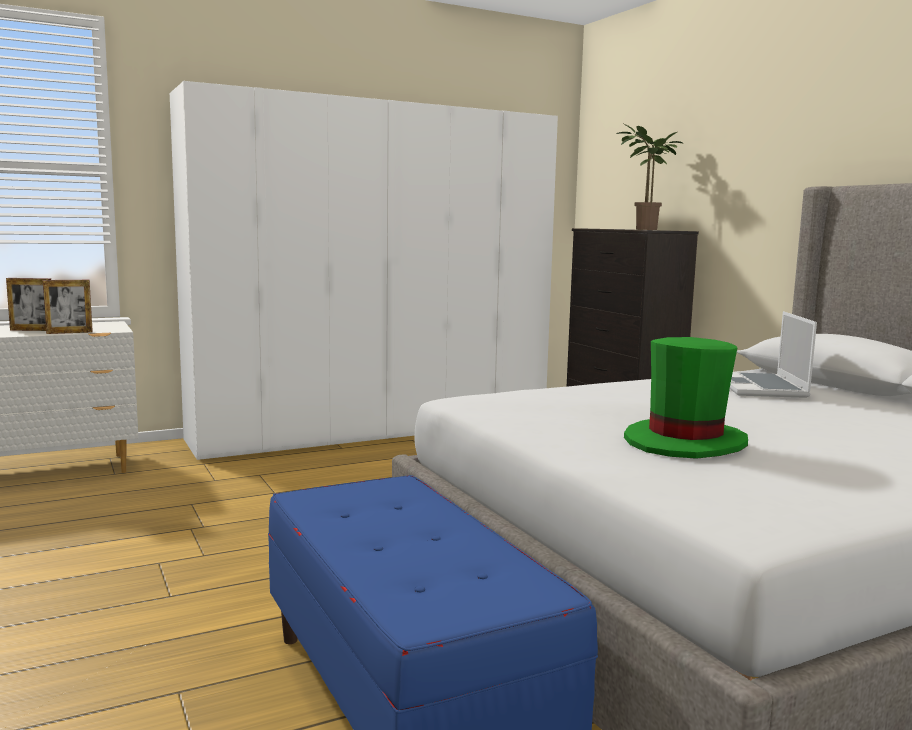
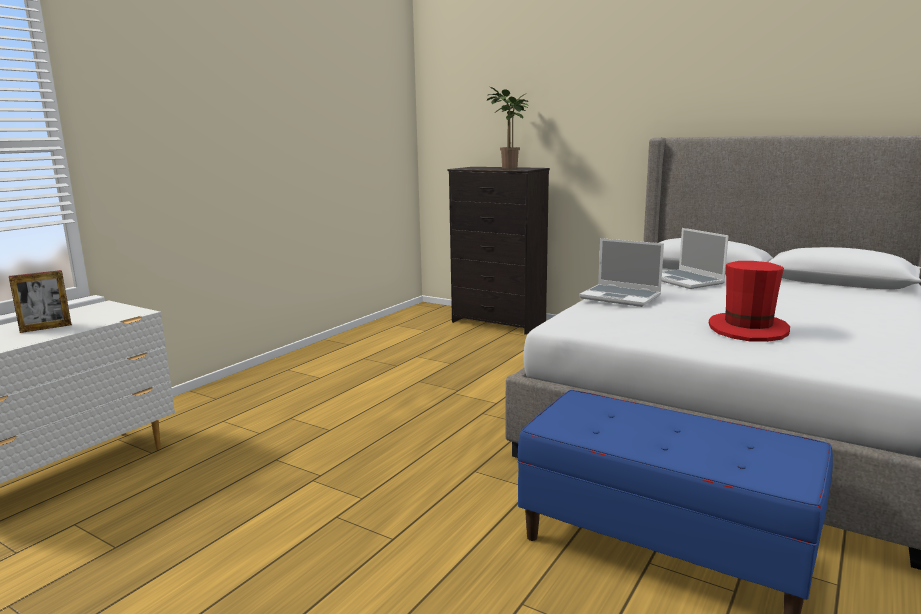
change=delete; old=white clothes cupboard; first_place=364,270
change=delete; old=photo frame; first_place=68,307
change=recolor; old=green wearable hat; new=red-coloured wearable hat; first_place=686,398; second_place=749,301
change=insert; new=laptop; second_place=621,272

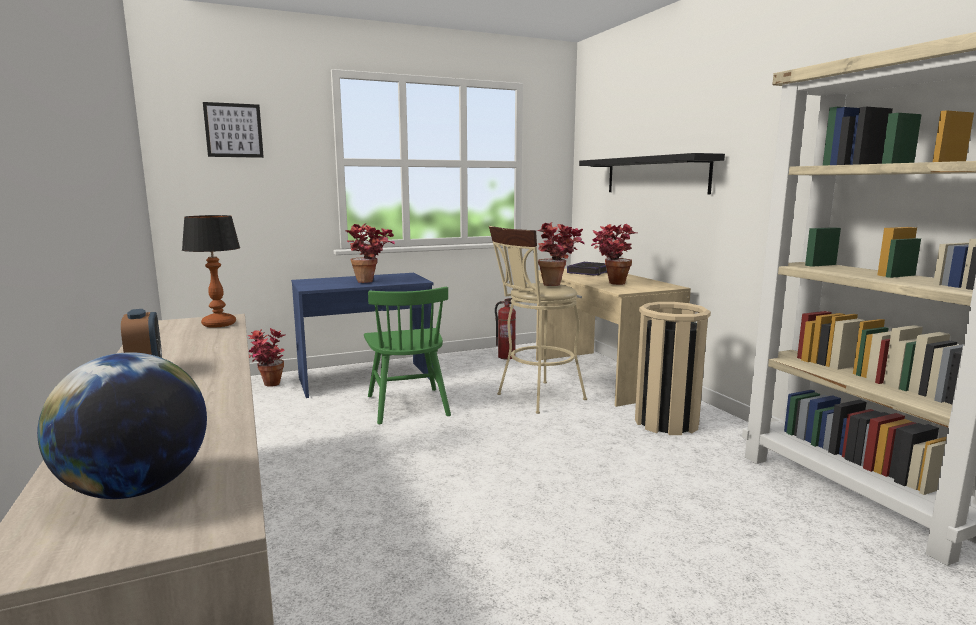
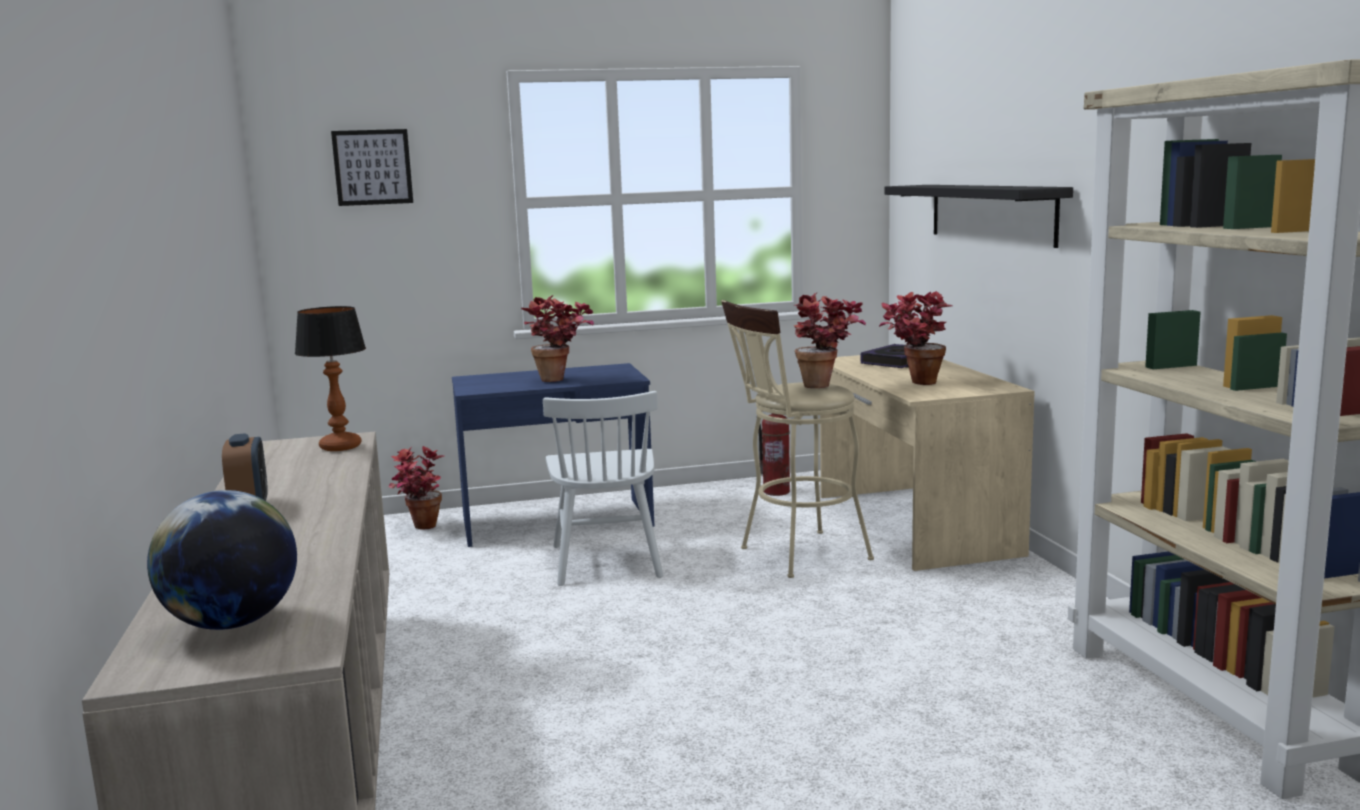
change=recolor; old=green chair; new=white chair; first_place=407,355; second_place=603,488
change=delete; old=sand-coloured waste bin; first_place=673,368

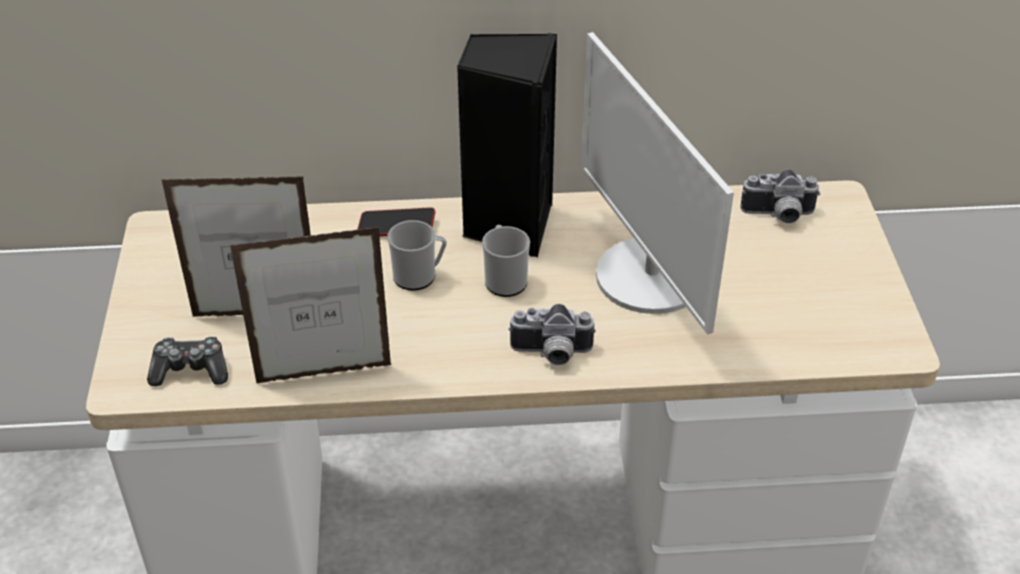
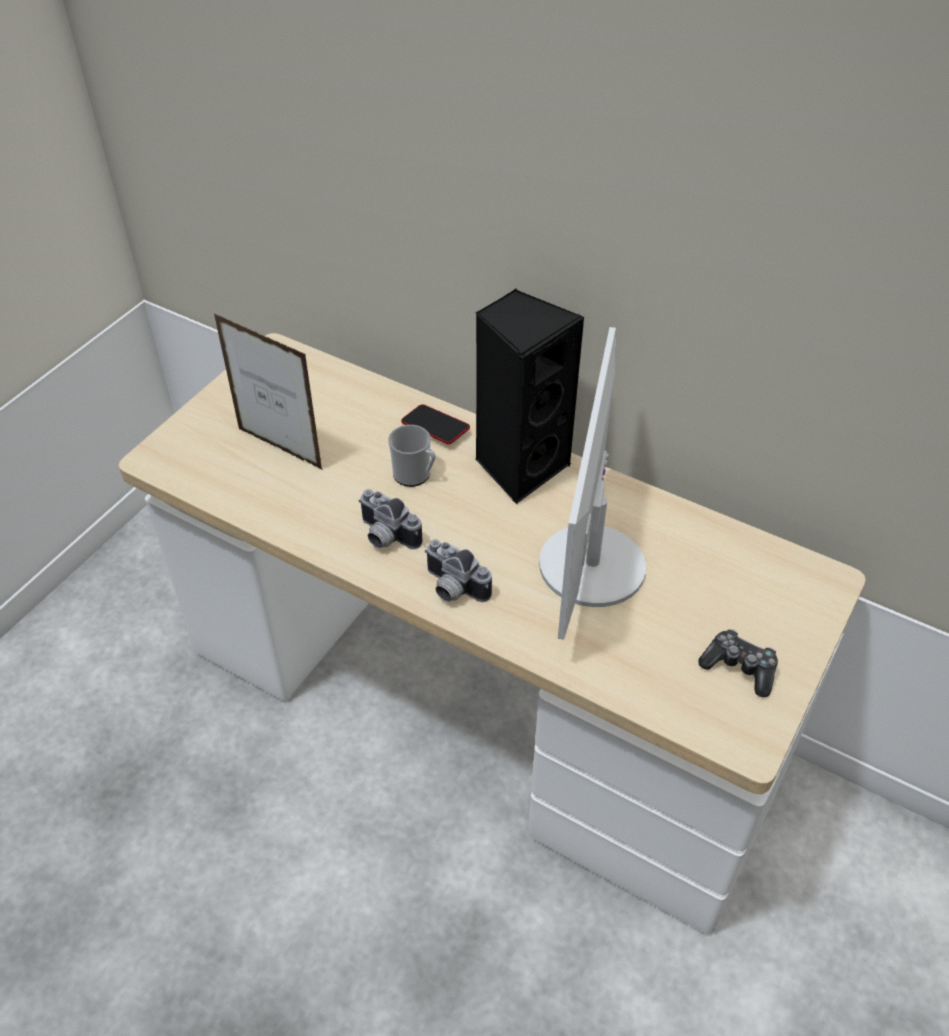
change=move; old=photo camera; first_place=780,196; second_place=391,519
change=delete; old=coffee mug; first_place=506,261
change=delete; old=photo frame; first_place=311,305
change=move; old=joypad; first_place=187,361; second_place=738,663

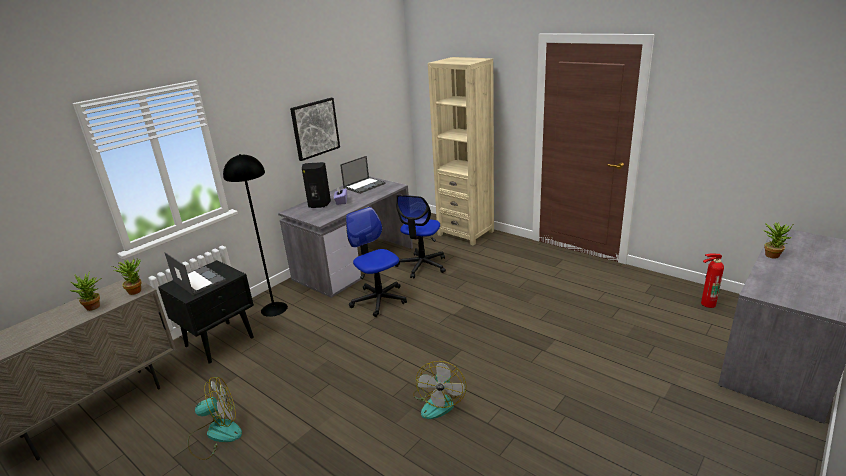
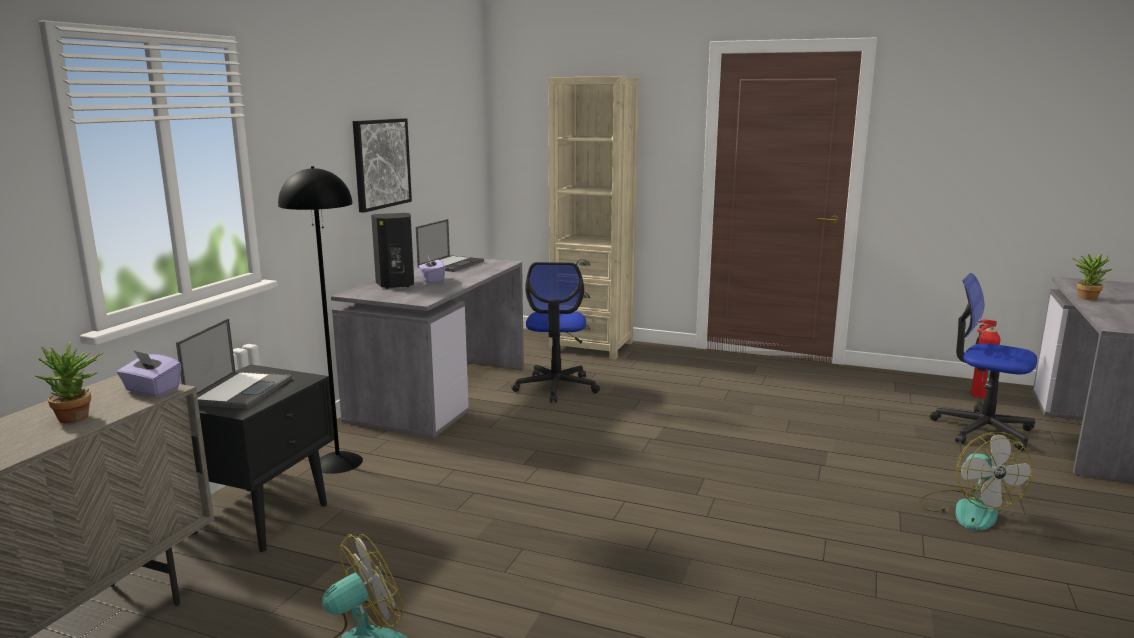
change=move; old=computer chair; first_place=376,262; second_place=983,362
change=rotate; old=laptop; first_place=195,273; second_place=234,363; degrees=75
change=replace; old=plant in a pot; new=purple-coloured tissue holder; first_place=125,276; second_place=149,374
change=move; old=fan; first_place=439,390; second_place=975,481

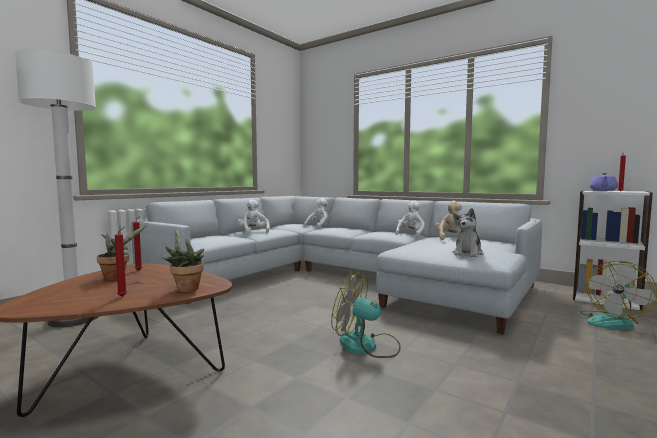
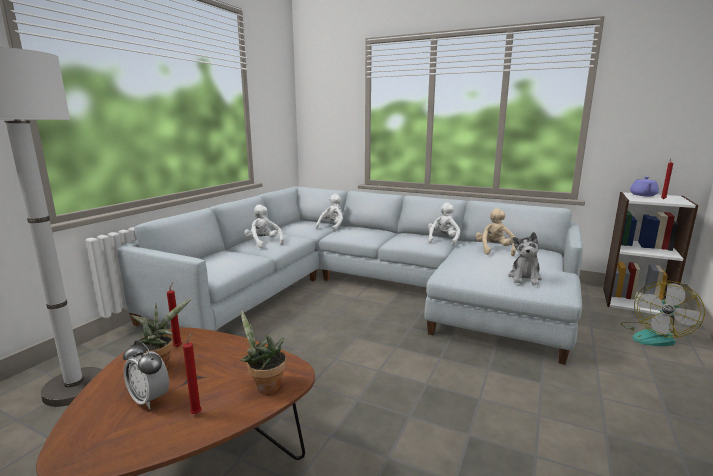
change=delete; old=fan; first_place=366,315
change=insert; new=alarm clock; second_place=146,374

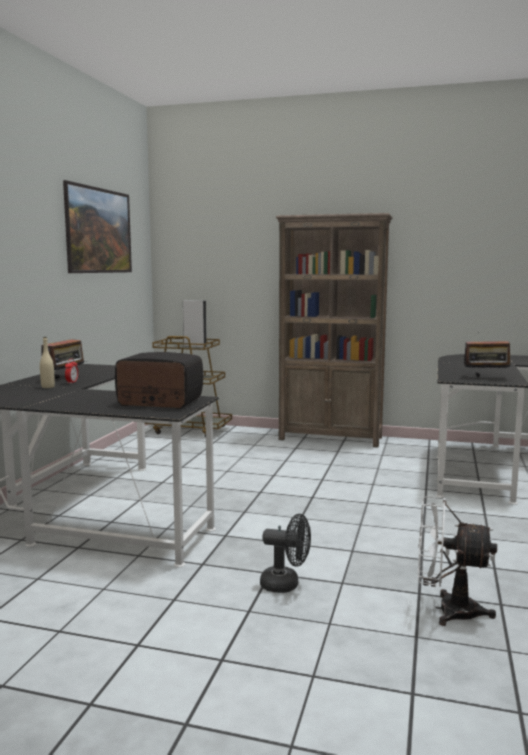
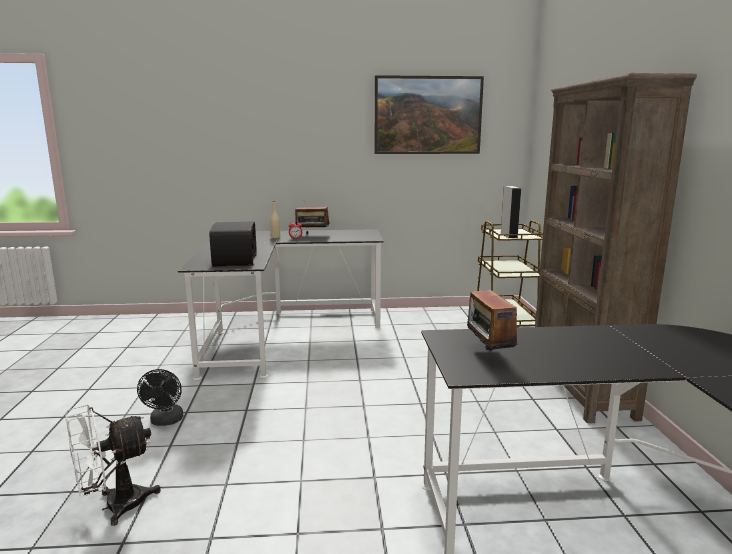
change=rotate; old=white fan; first_place=457,561; second_place=113,465; degrees=-120

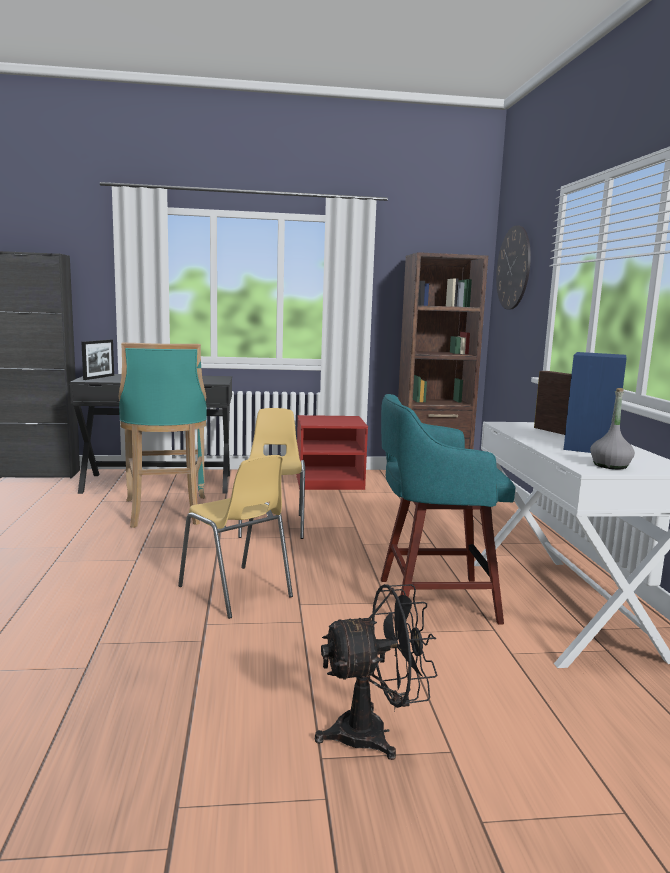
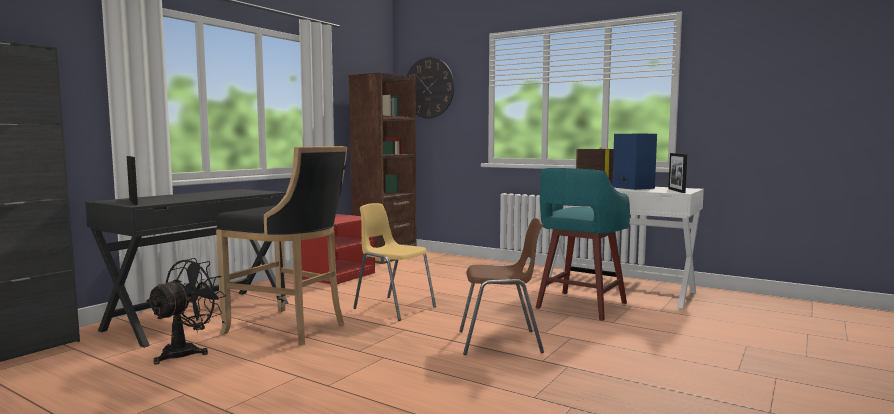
change=recolor; old=turquoise-coloured stool; new=black-coloured stool; first_place=163,435; second_place=281,245
change=replace; old=gray drink bottle; new=photo frame; first_place=612,428; second_place=677,173
change=recolor; old=yellow-coloured chair; new=brownish chair; first_place=235,537; second_place=501,286
change=move; old=black-coloured fan; first_place=376,672; second_place=186,311

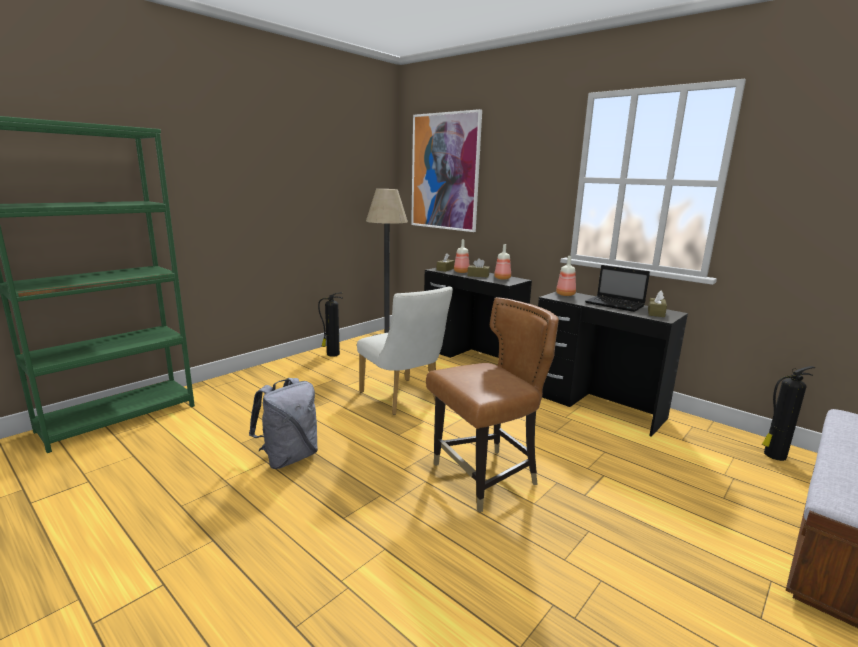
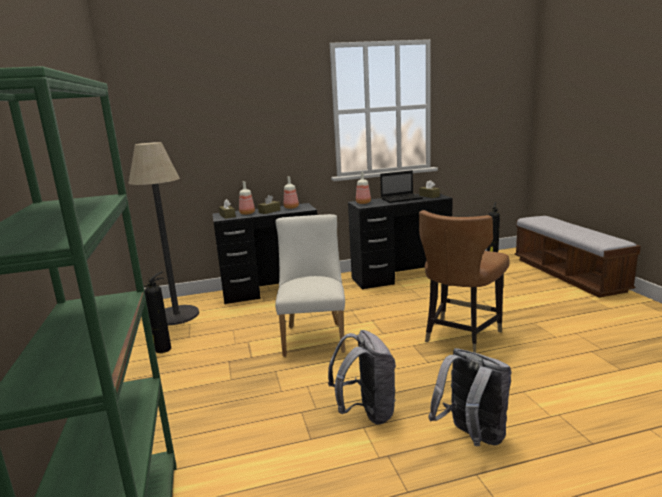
change=delete; old=wall picture; first_place=446,170
change=rotate; old=white chair; first_place=405,350; second_place=310,285; degrees=-90
change=rotate; old=brownish chair; first_place=492,404; second_place=464,281; degrees=-150
change=insert; new=gray backpack; second_place=470,397

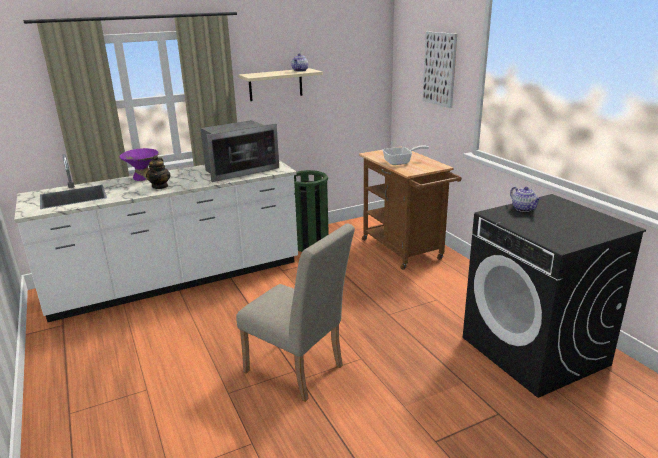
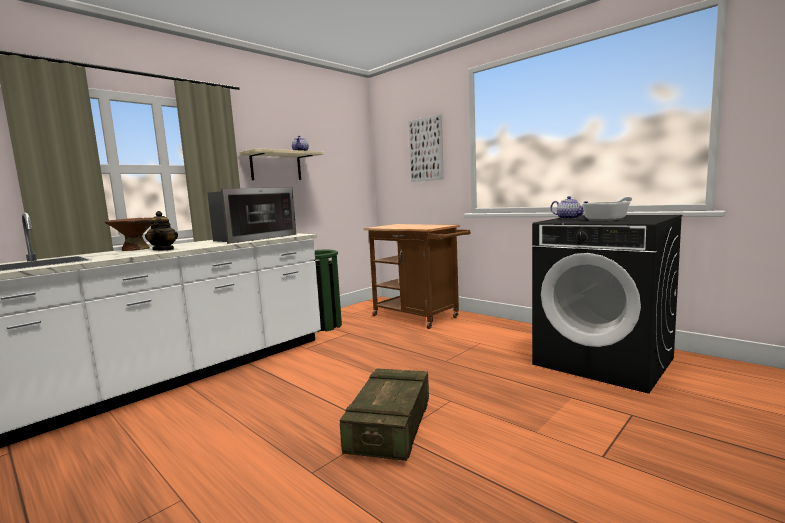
change=move; old=skillet; first_place=406,155; second_place=607,209
change=recolor; old=purple-coloured bowl; new=brownish bowl; first_place=139,164; second_place=128,234
change=replace; old=sand-coloured chair; new=packing crate; first_place=295,312; second_place=384,414

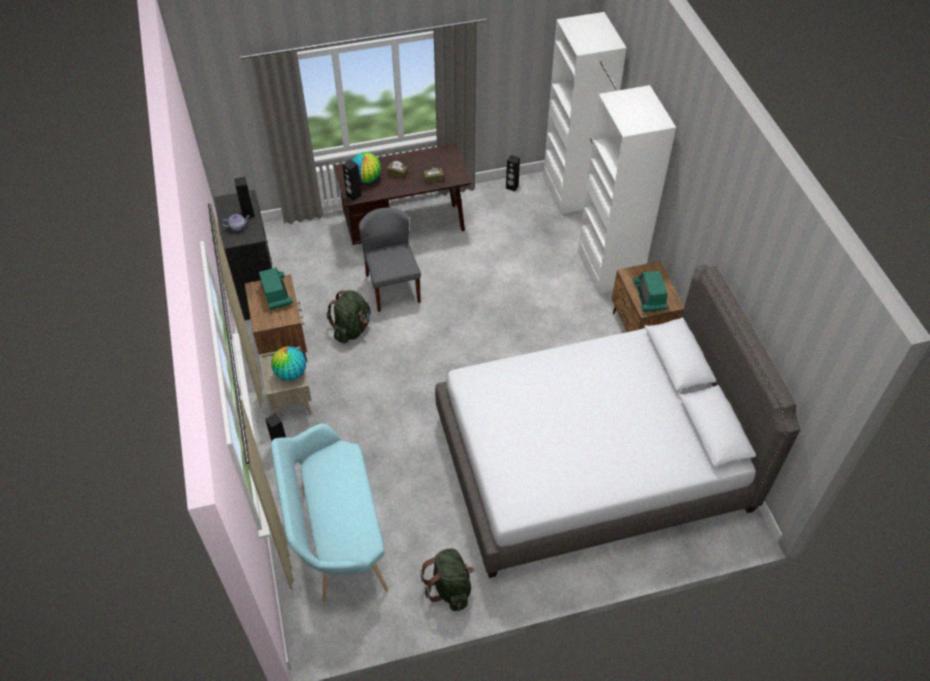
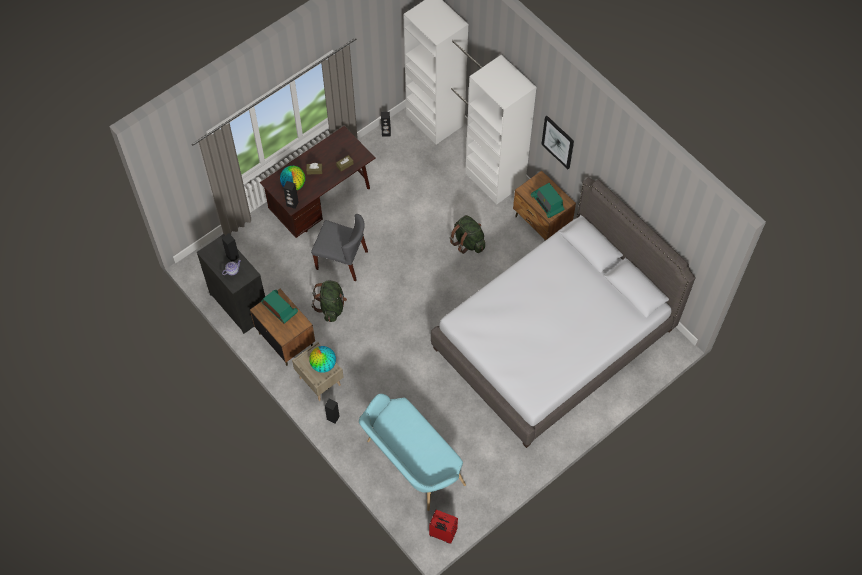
change=rotate; old=gray chair; first_place=390,259; second_place=339,247; degrees=150
change=move; old=green backpack; first_place=447,579; second_place=467,234
change=insert; new=wall picture; second_place=557,142
change=insert; new=red-coloured suitcase; second_place=443,527

